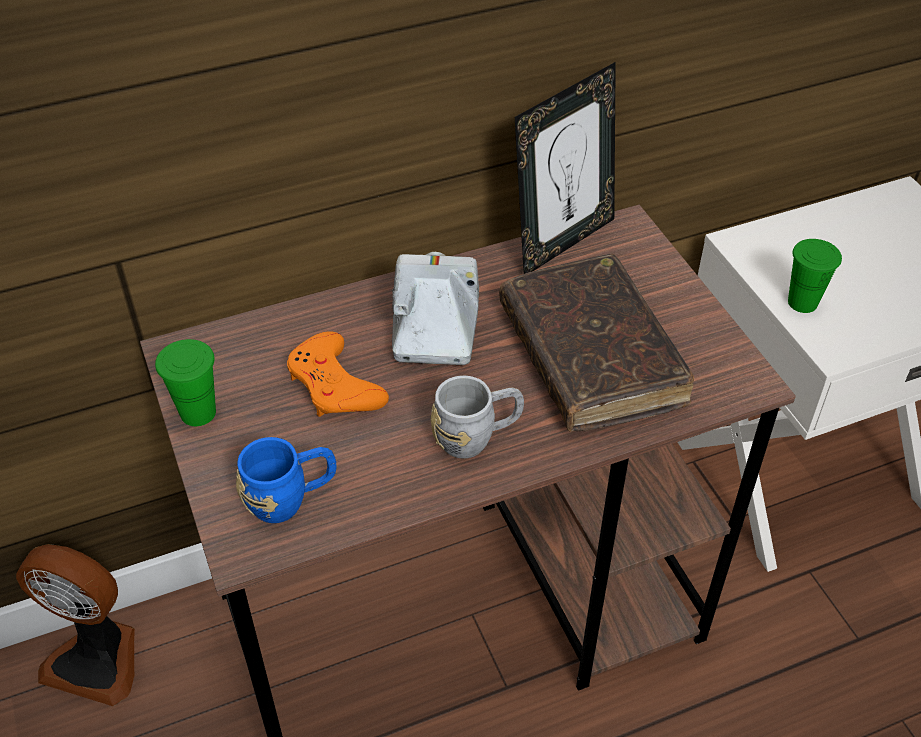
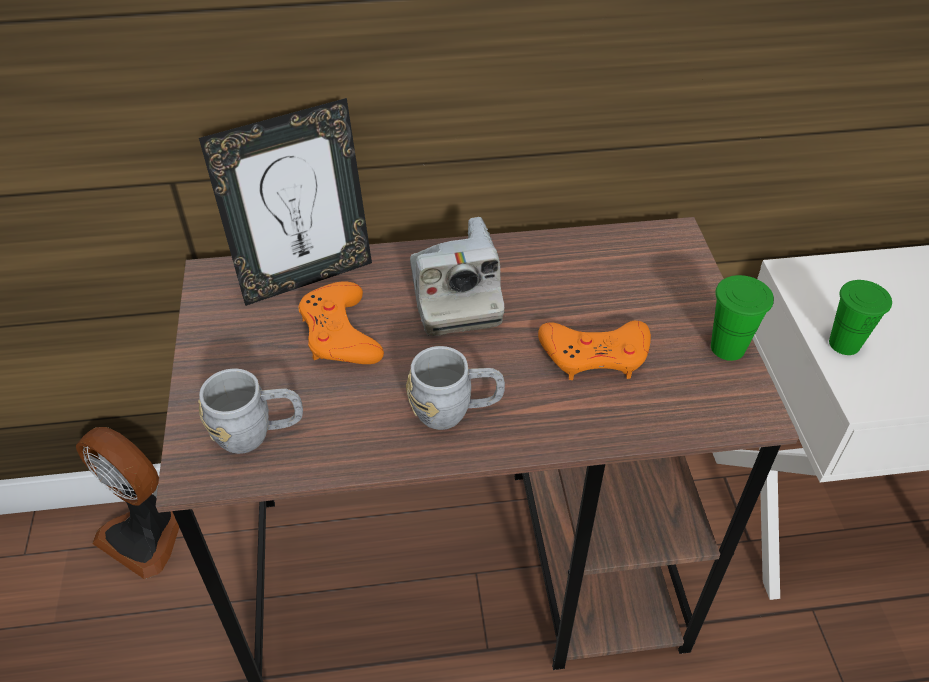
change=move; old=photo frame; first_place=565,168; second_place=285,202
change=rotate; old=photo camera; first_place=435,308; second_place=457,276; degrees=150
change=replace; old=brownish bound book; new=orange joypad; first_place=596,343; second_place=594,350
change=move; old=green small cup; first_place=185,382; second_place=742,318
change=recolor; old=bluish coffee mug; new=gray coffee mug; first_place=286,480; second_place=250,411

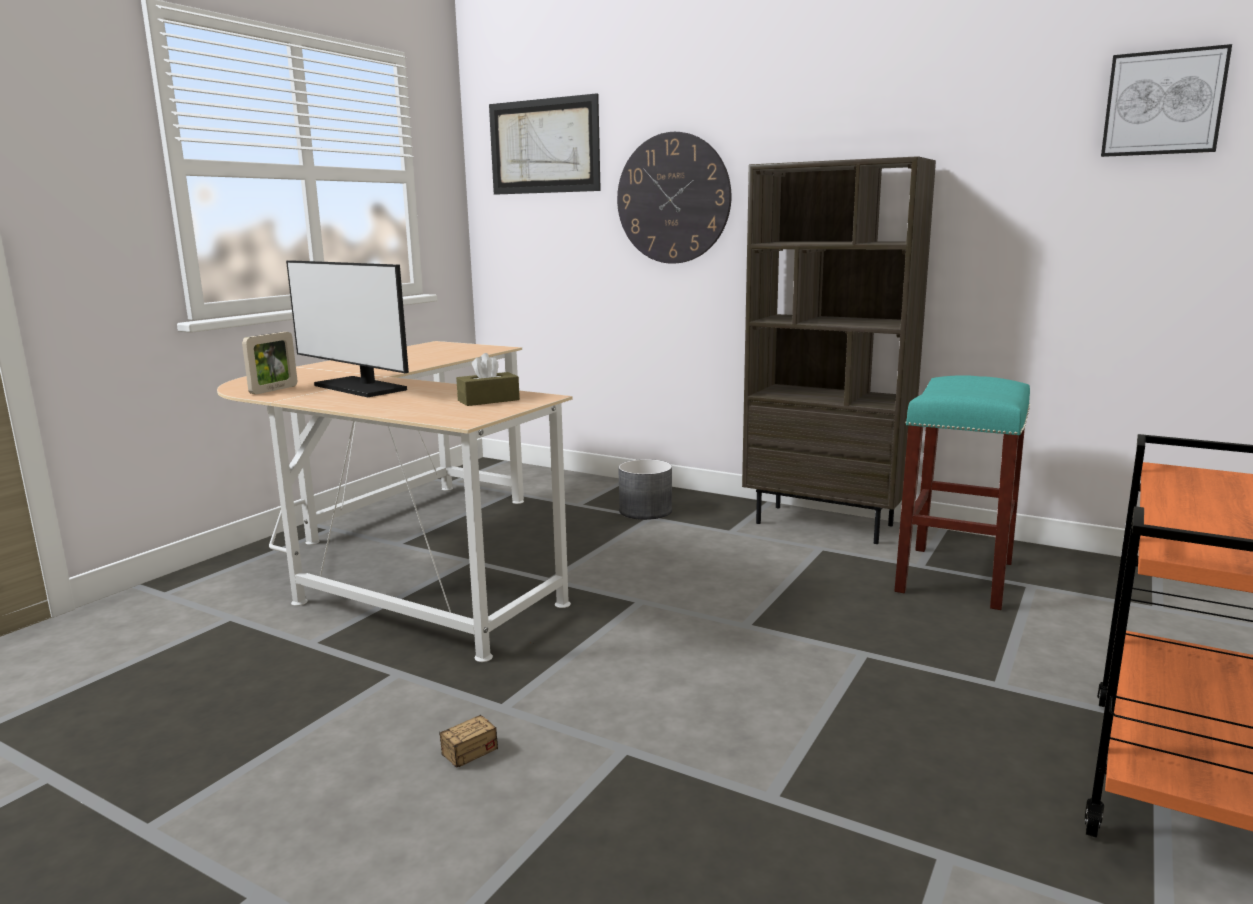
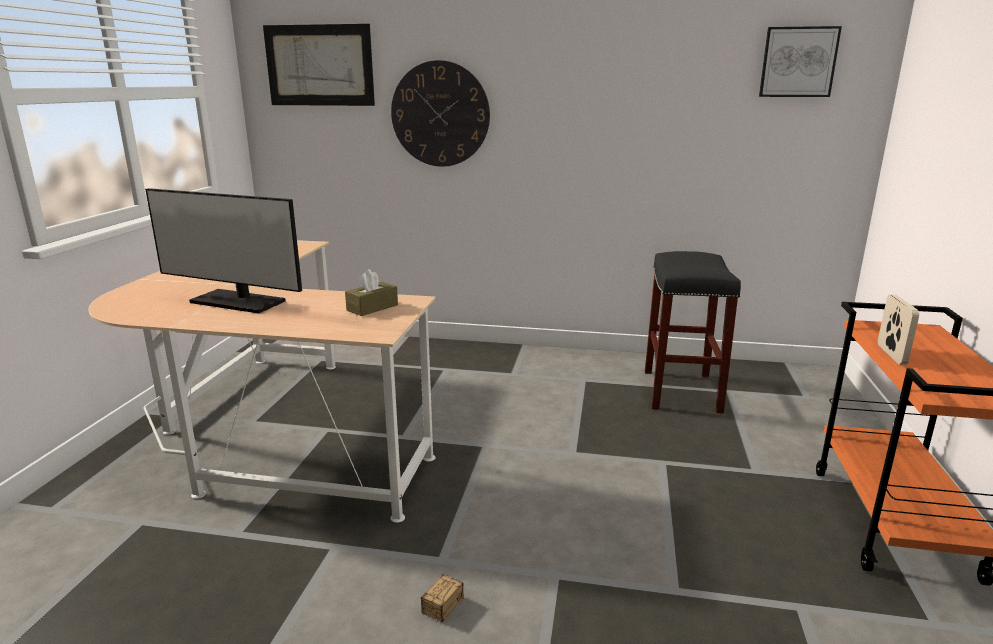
change=delete; old=brownish shelving unit; first_place=839,350
change=move; old=photo frame; first_place=269,363; second_place=898,330
change=recolor; old=turquoise-coloured stool; new=black-coloured stool; first_place=962,492; second_place=693,332
change=delete; old=gray flower pot; first_place=645,489

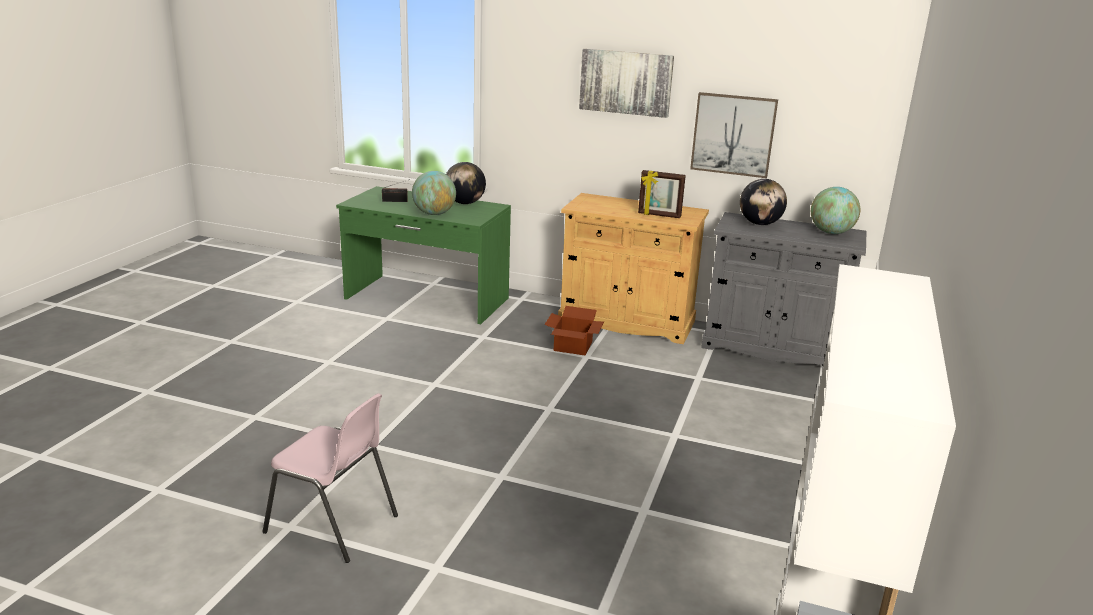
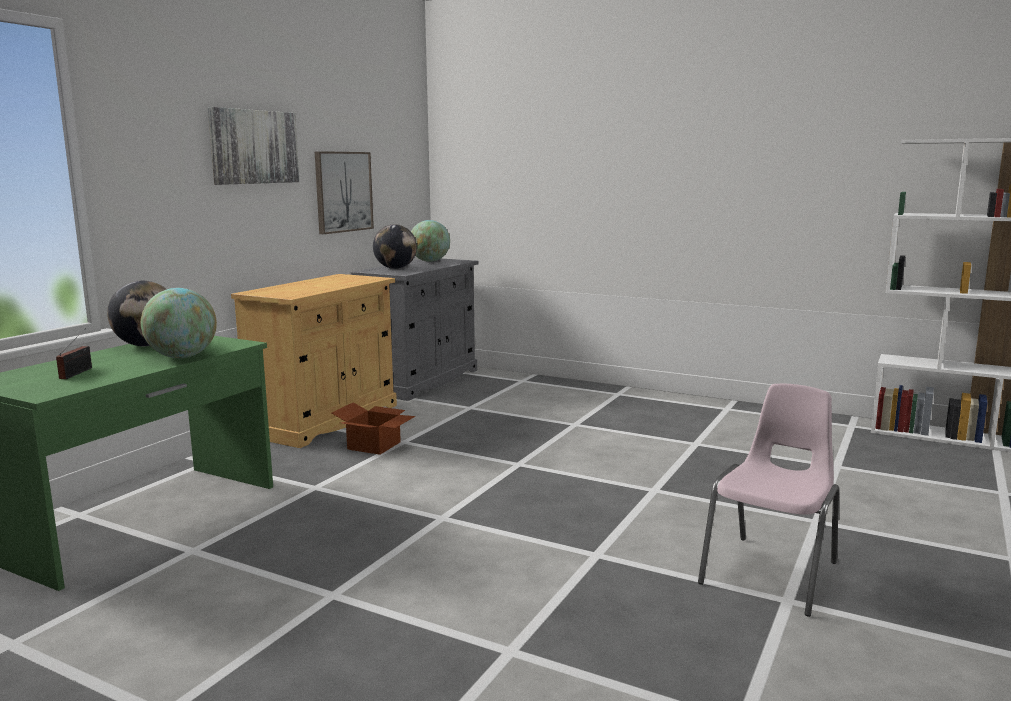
change=delete; old=photo frame; first_place=662,194

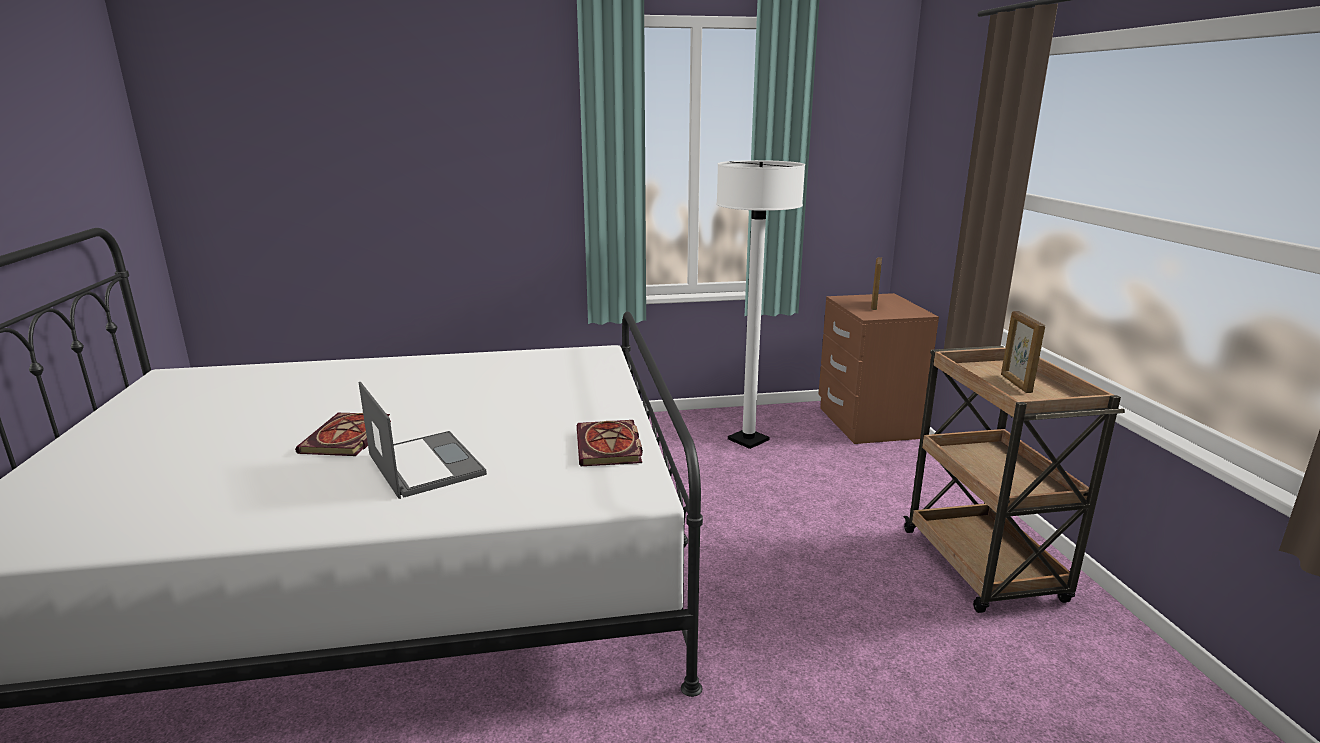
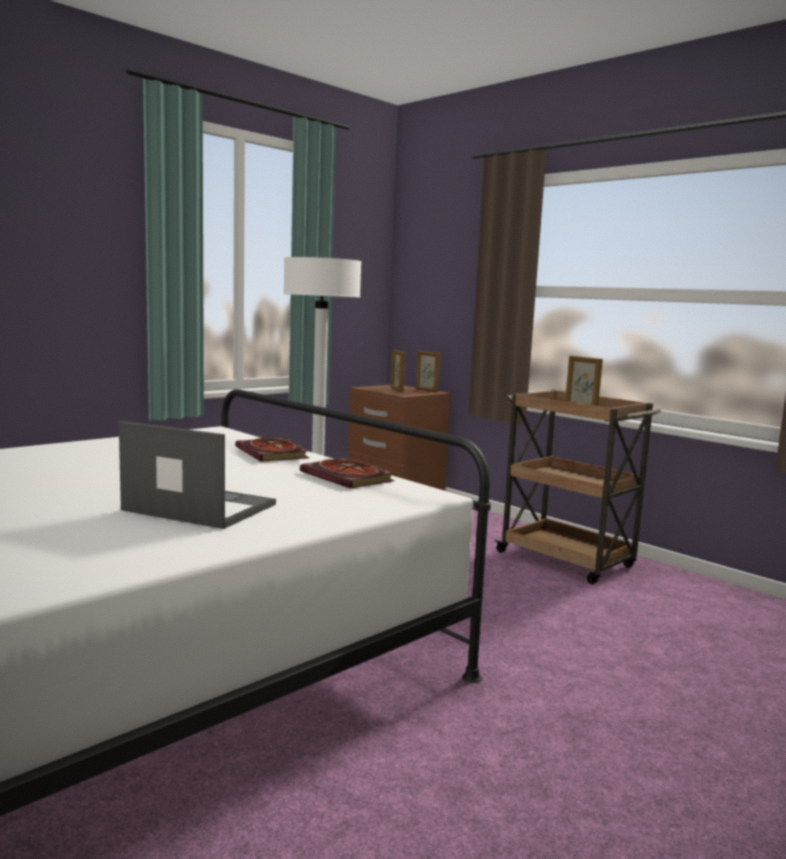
change=move; old=bound book; first_place=343,434; second_place=272,450
change=insert; new=photo frame; second_place=428,372

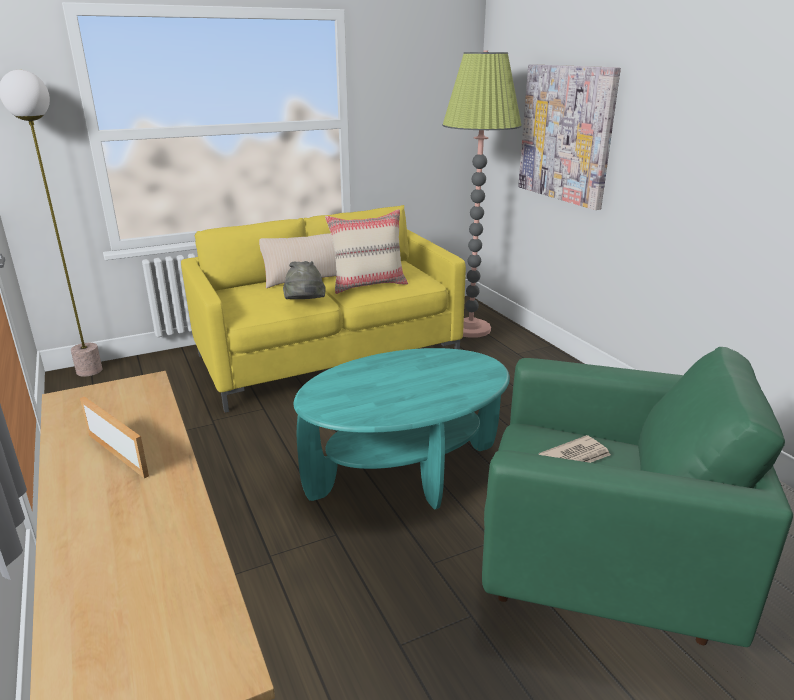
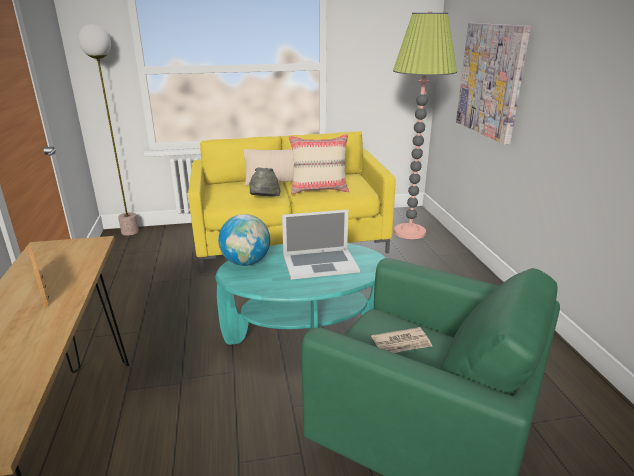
change=insert; new=laptop; second_place=321,244
change=insert; new=desk globe; second_place=244,240

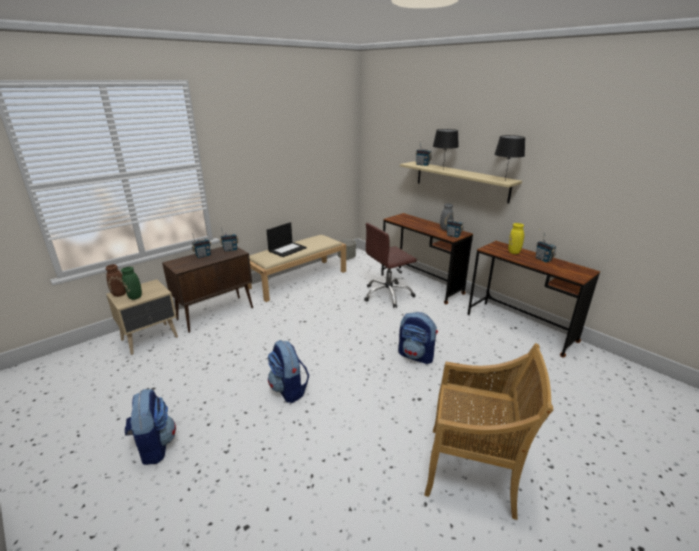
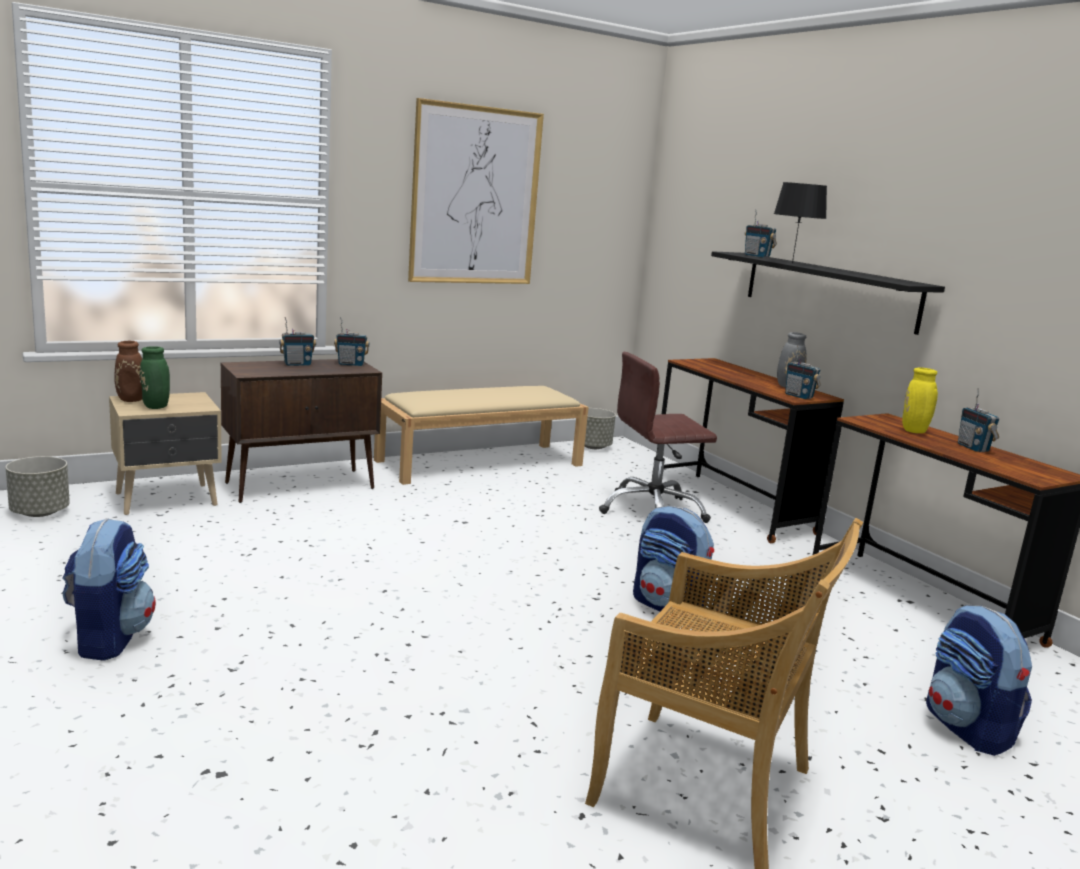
change=delete; old=black-coloured tabletop lamp; first_place=510,157
change=recolor; old=sand-coloured shelf; new=black-coloured shelf; first_place=461,182; second_place=828,293
change=delete; old=laptop; first_place=287,239
change=move; old=backpack; first_place=288,371; second_place=979,680
change=insert; new=wall picture; second_place=476,191
change=insert; new=gray flower pot; second_place=38,486

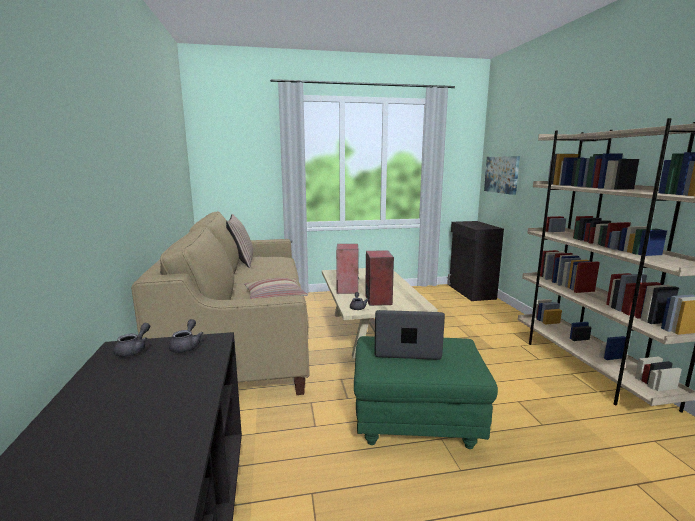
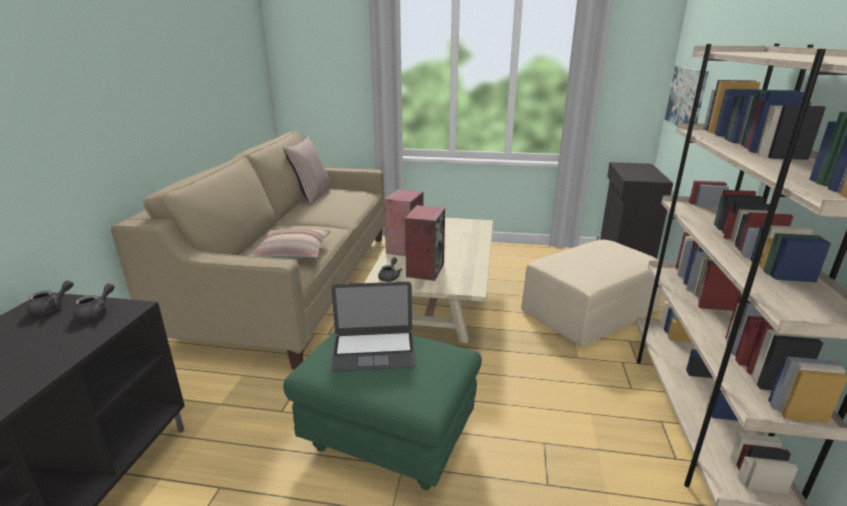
change=rotate; old=laptop; first_place=409,335; second_place=373,326; degrees=150
change=insert; new=sand-coloured footrest; second_place=591,293

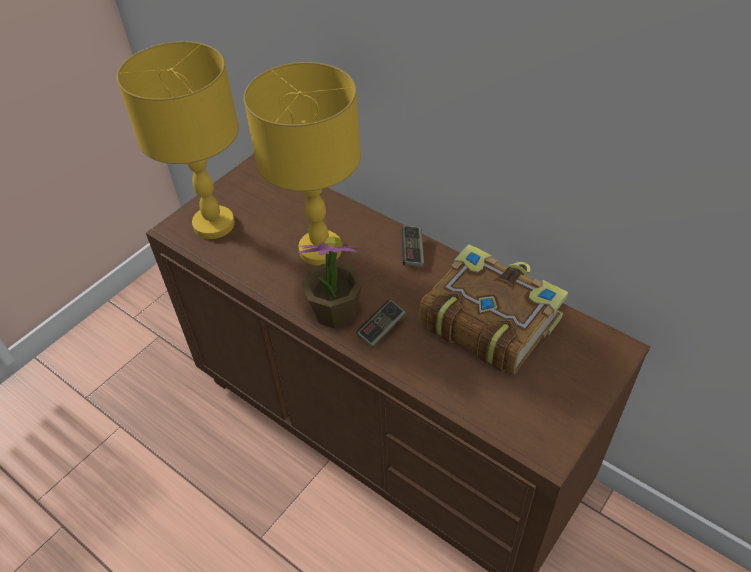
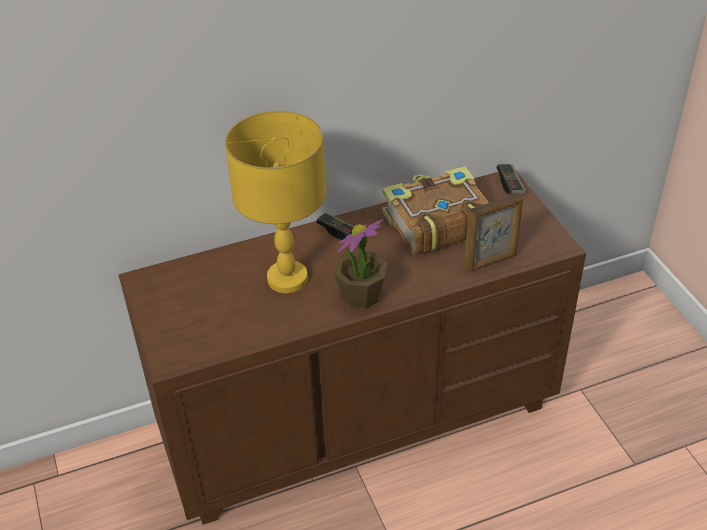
change=delete; old=yellow-coloured tabletop lamp; first_place=178,140
change=move; old=joypad; first_place=381,324; second_place=511,179
change=insert; new=photo frame; second_place=493,232

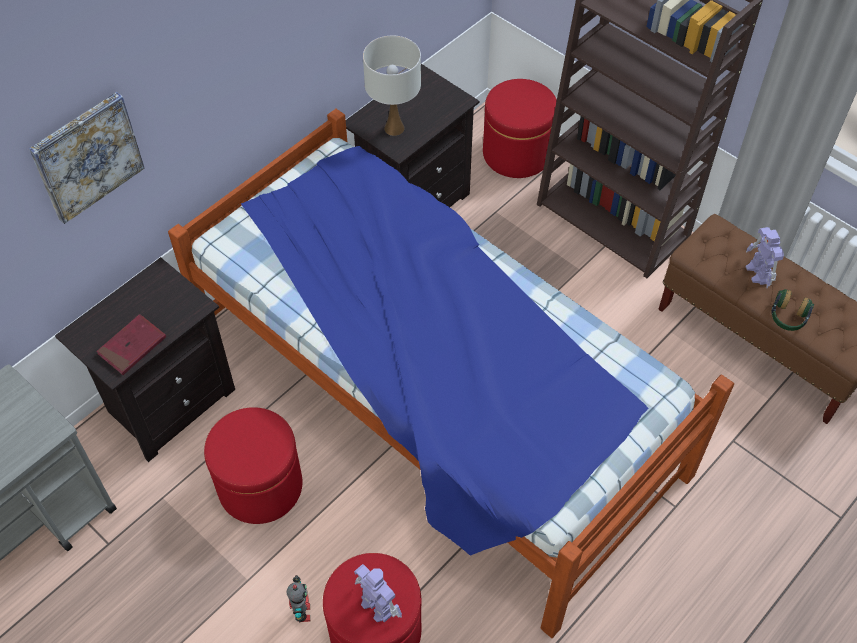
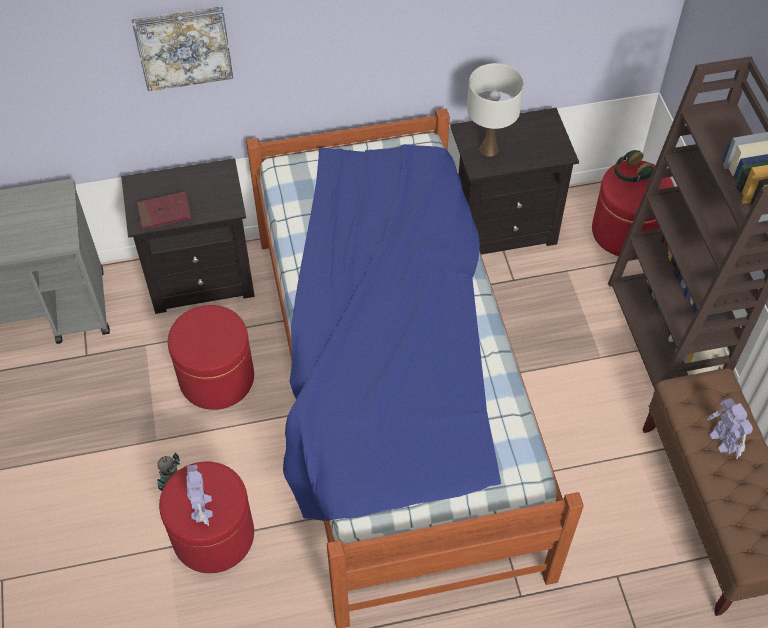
change=rotate; old=model robot; first_place=765,258; second_place=730,428; degrees=-45
change=move; old=headphones; first_place=793,310; second_place=634,166

